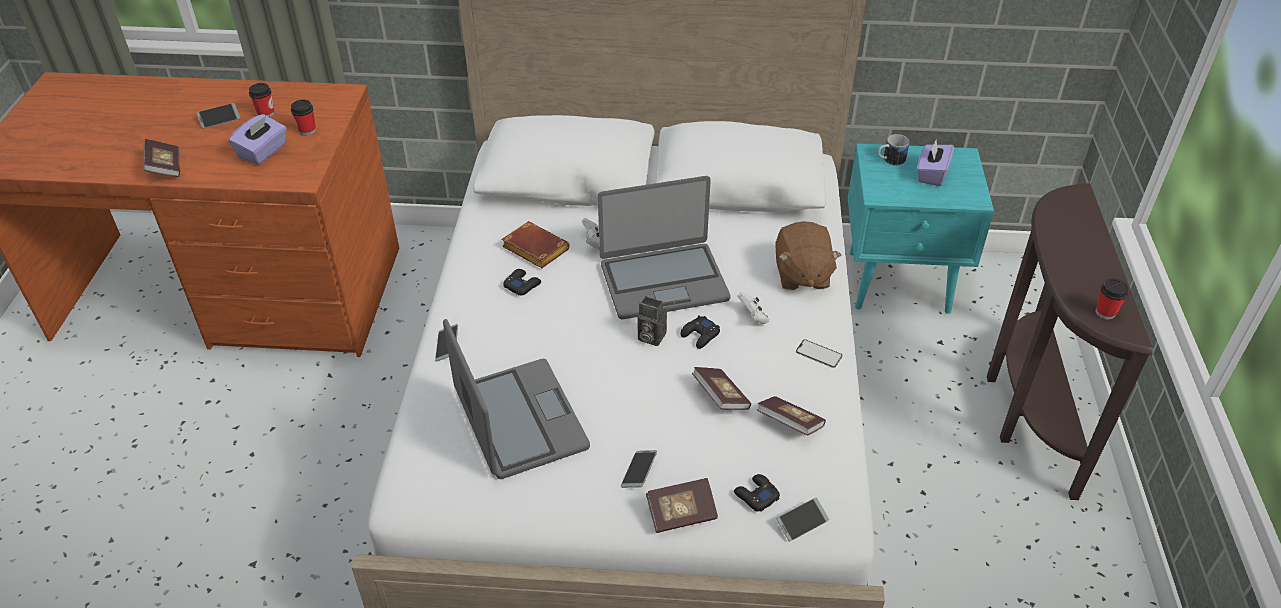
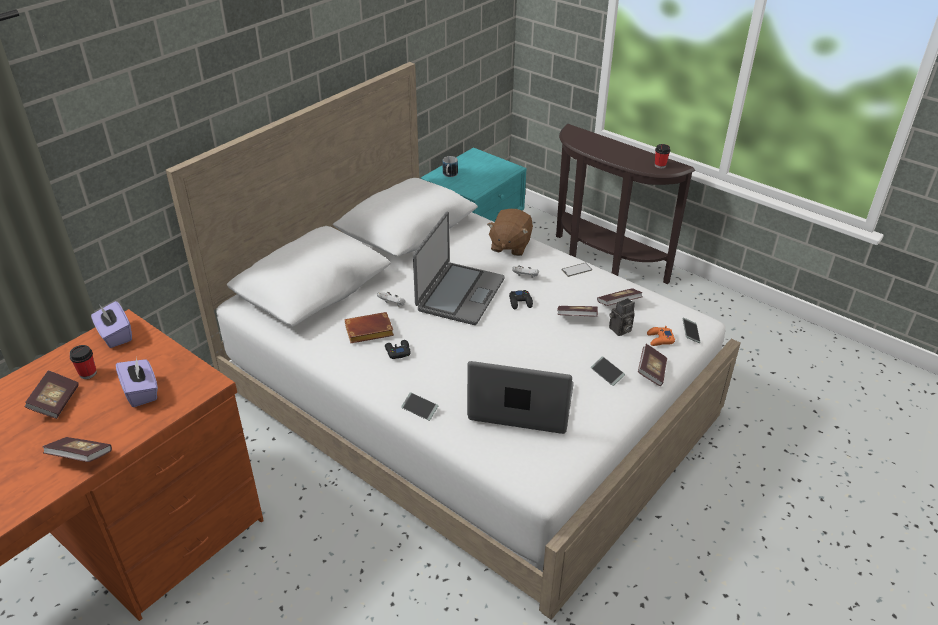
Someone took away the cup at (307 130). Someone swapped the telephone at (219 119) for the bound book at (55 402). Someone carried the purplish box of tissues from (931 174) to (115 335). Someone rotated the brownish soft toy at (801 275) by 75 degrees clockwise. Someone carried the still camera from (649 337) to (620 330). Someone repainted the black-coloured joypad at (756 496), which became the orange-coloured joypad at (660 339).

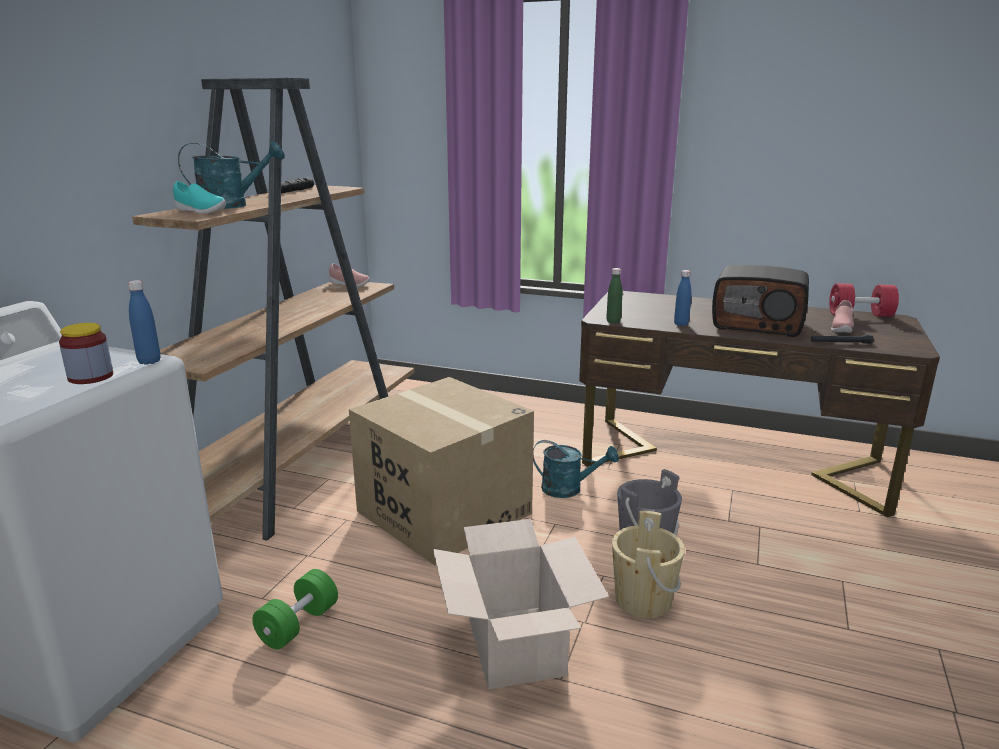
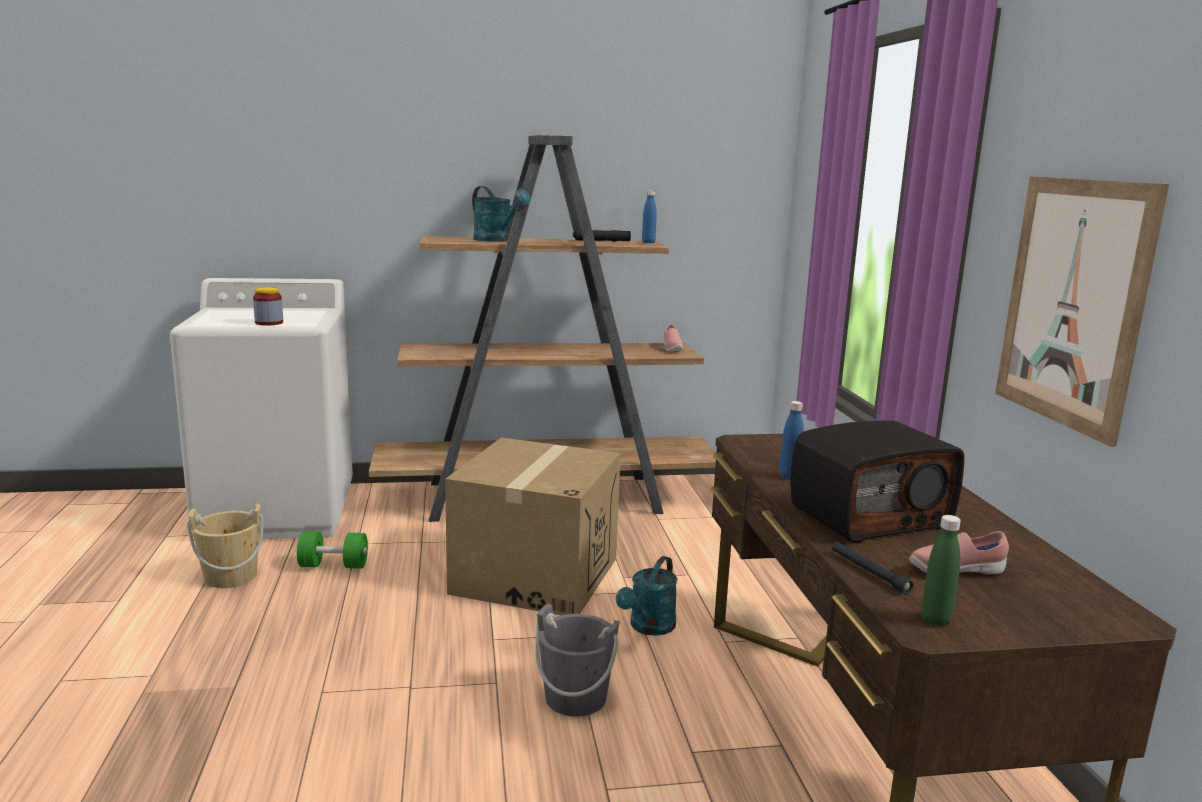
Someone took away the turquoise-coloured shoe at (199 211). Someone rotated the radio set at (758 324) by 105 degrees counterclockwise. Someone carried the green-coloured bottle from (613 321) to (935 620). Someone carried the blue-coloured bottle from (149 361) to (648 242). Someone took away the red-coloured dumbbell at (860 315). Someone rotated the turquoise-coloured watering pot at (569 489) by 45 degrees clockwise. Someone carried the beige bucket from (643 600) to (230 576). Someone took away the cardboard box at (514 646). Someone put up the wall art at (1073 303).

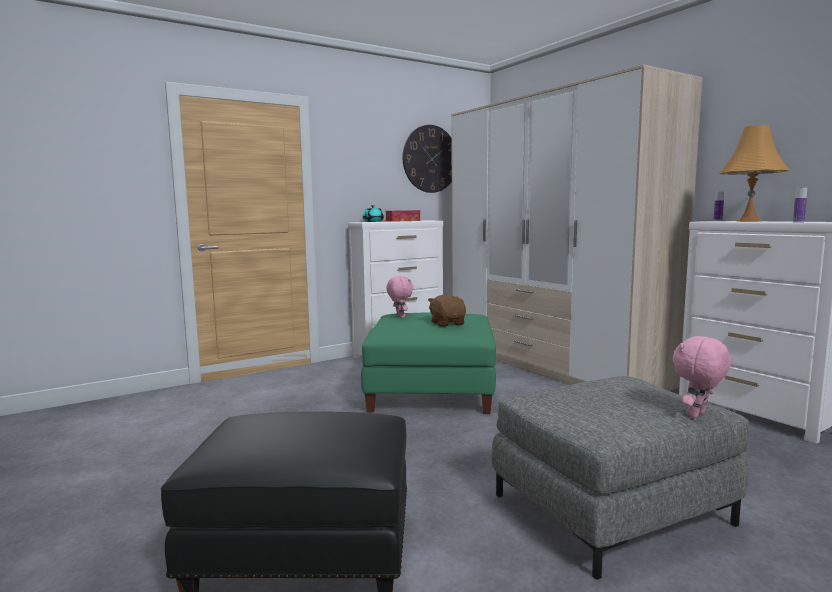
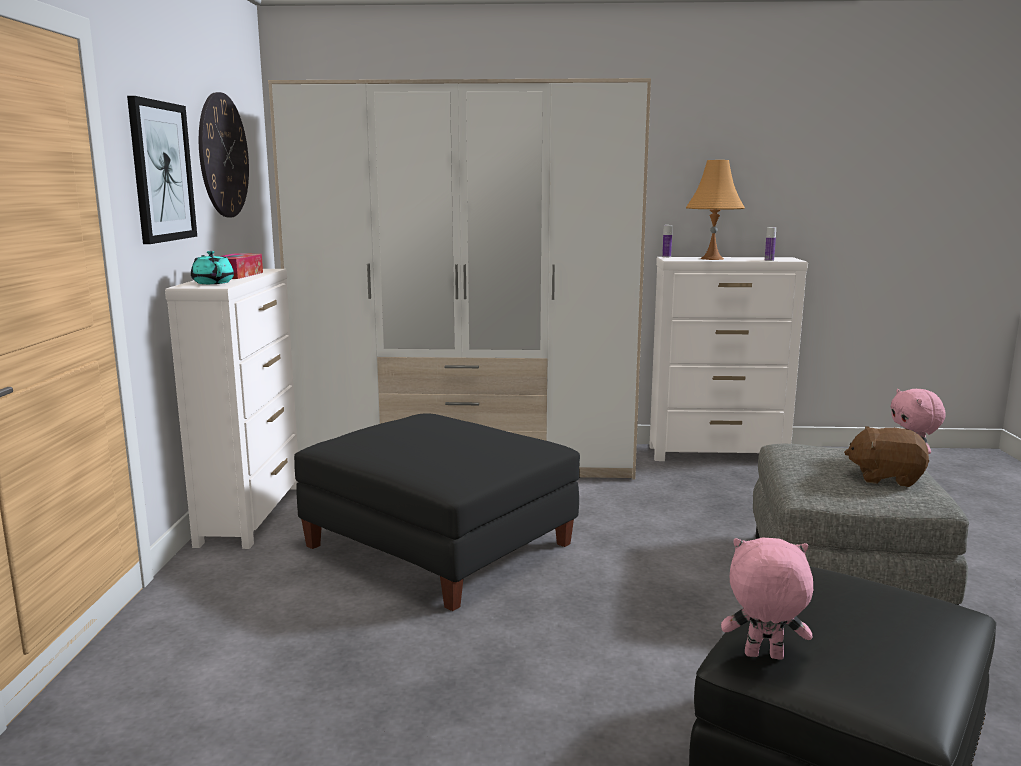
Someone carried the pink soft toy from (400 317) to (763 657). Someone carried the brownish soft toy from (447 324) to (885 478). Someone repainted the green-coloured pouffe at (431 389), which became the black-coloured pouffe at (438 545). Someone put up the wall art at (161 172).

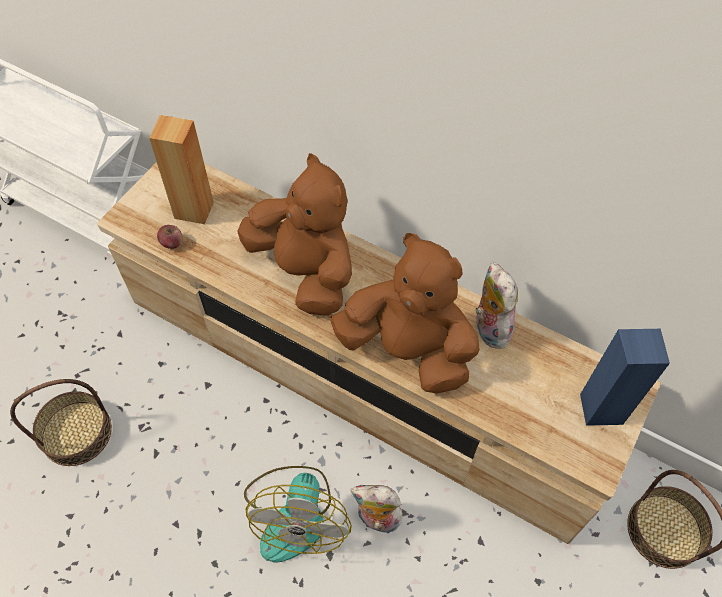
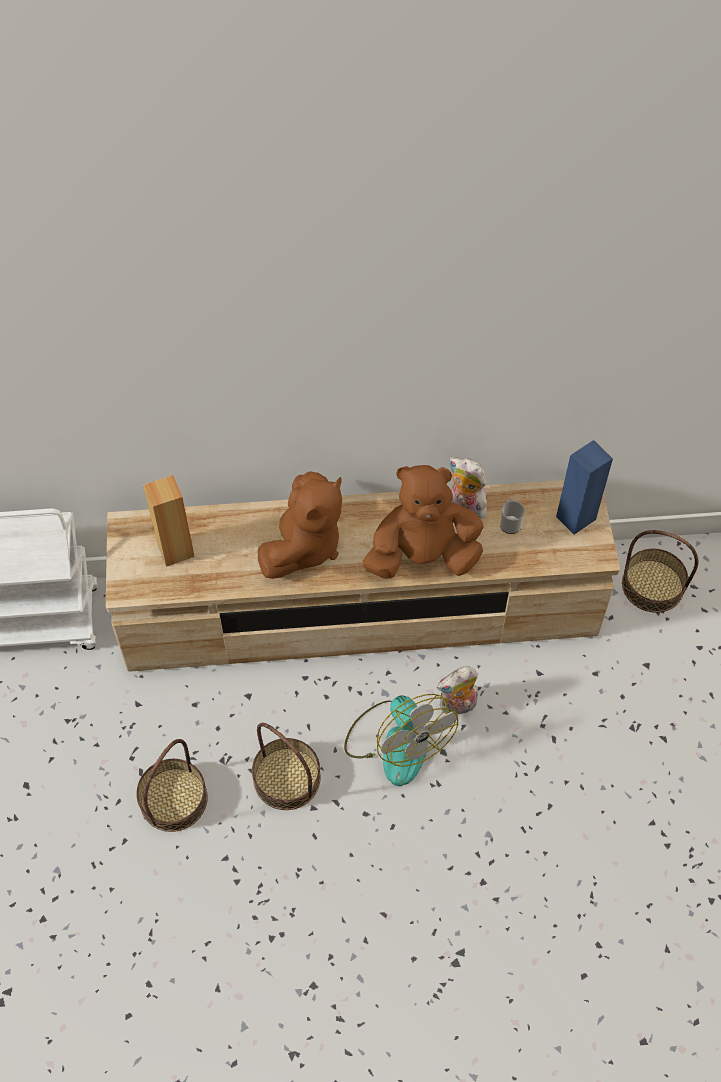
Someone rotated the brownish soft toy at (305 271) by 105 degrees clockwise. Someone took away the apple at (172 243). Someone put down the coffee mug at (510 523). Someone put down the household basket at (287 778).

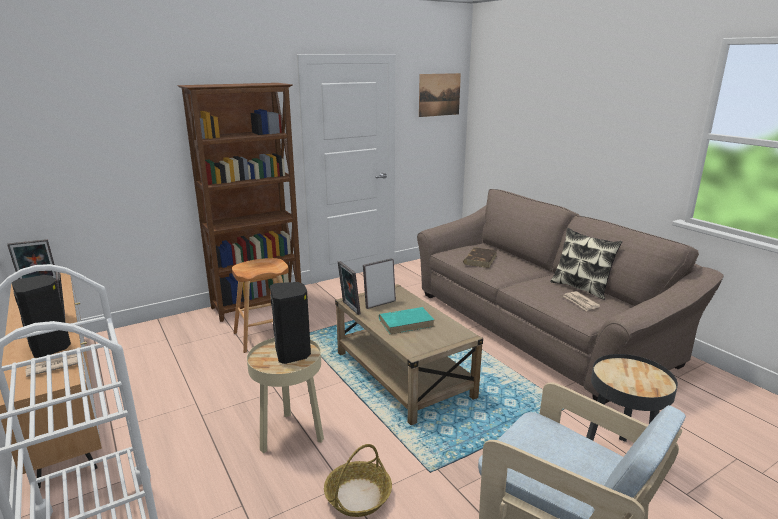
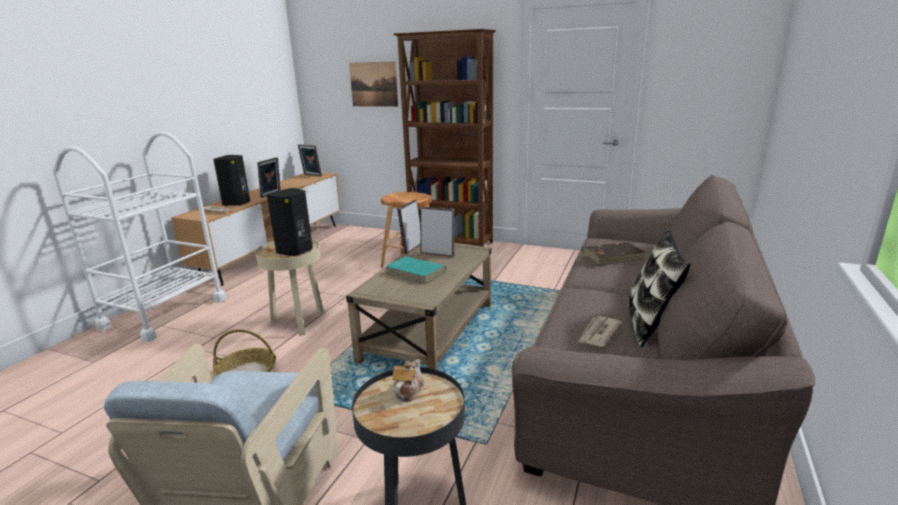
Someone carried the wall art from (439 94) to (374 84). Someone put down the pot for tea at (408 391).

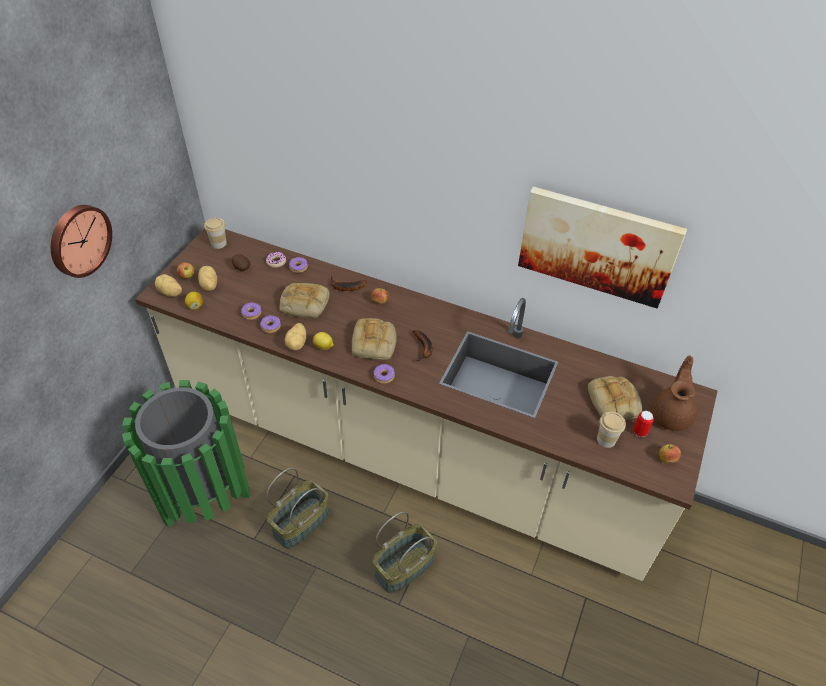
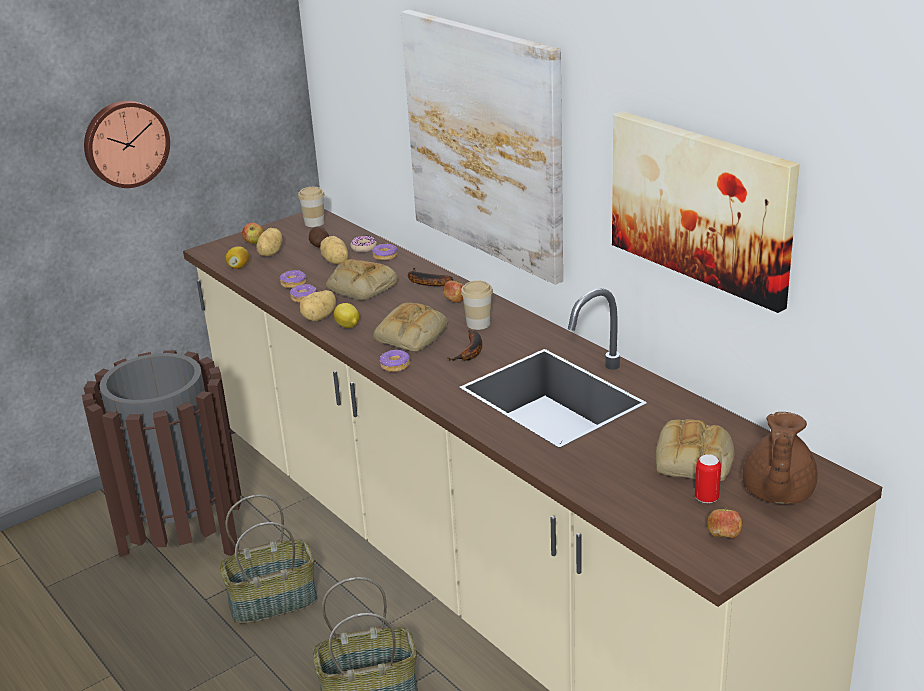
Someone carried the potato from (170 293) to (335 262). Someone rotated the brownish pot for tea at (671 414) by 150 degrees clockwise. Someone repainted the green-coloured waste bin at (204 494), which became the brownish waste bin at (183 537). Someone carried the cup from (606 439) to (478 324). Someone put up the wall art at (484 142).

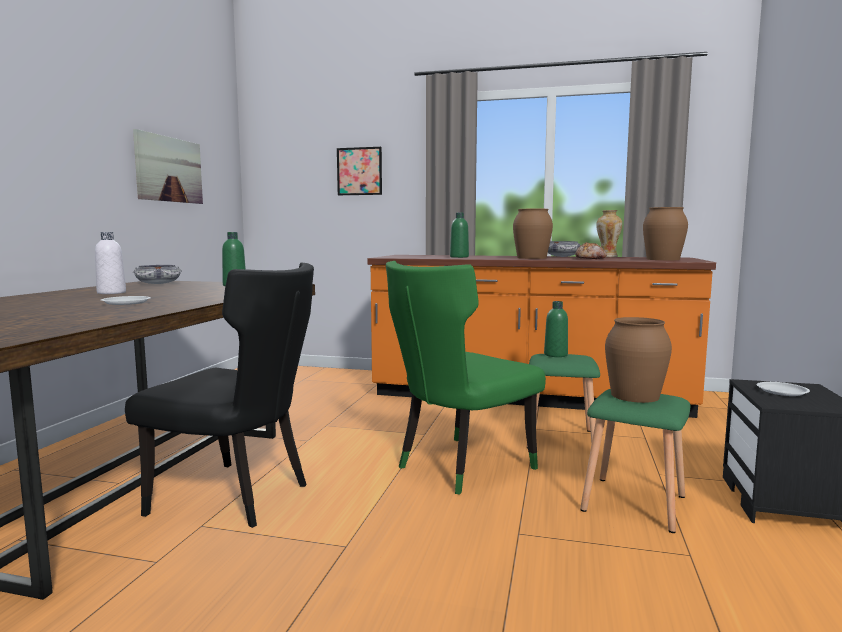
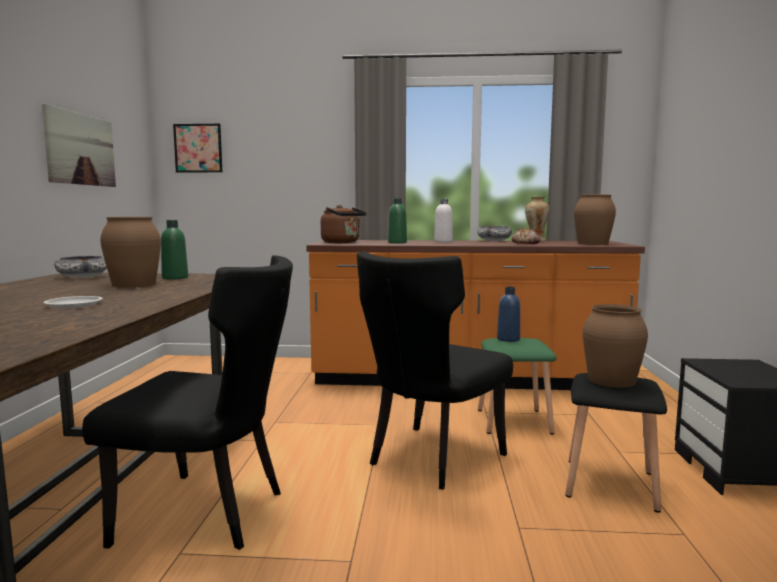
Someone carried the wall art from (359 171) to (198 148). Someone carried the brownish decorative vase from (531 258) to (133 284). Someone carried the white bottle from (111 292) to (443 241). Someone repainted the green-coloured upright chair at (459 467), which became the black-coloured upright chair at (430 459). Someone repainted the green-coloured bottle at (555 355), which became the blue-coloured bottle at (508 339). Someone took away the white plate at (781 392). Someone repainted the green-coloured sitting stool at (633 502), which became the black-coloured sitting stool at (609 483). Someone put down the brownish water kettle at (342 243).

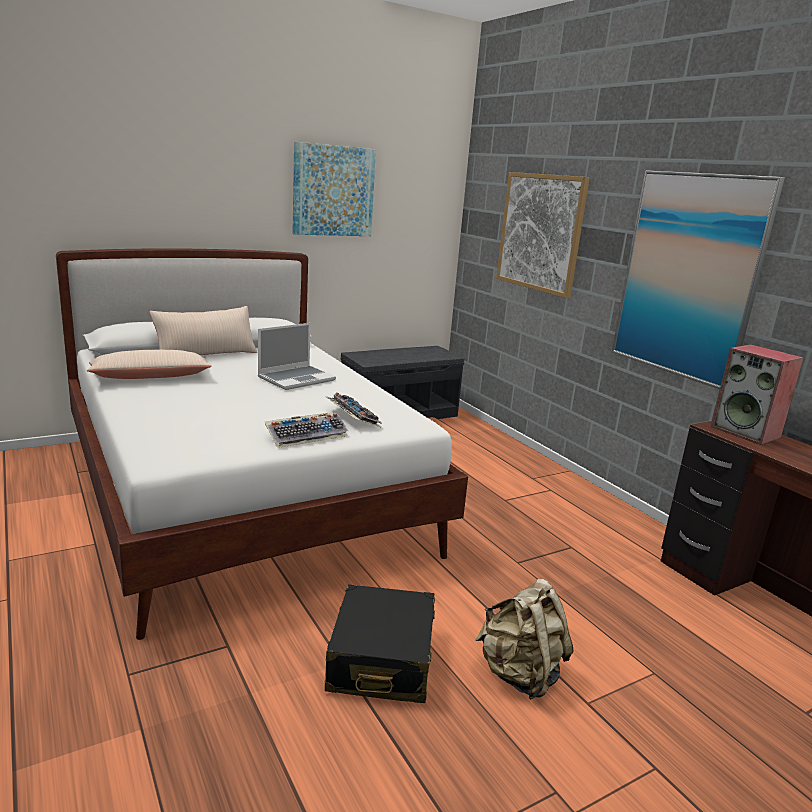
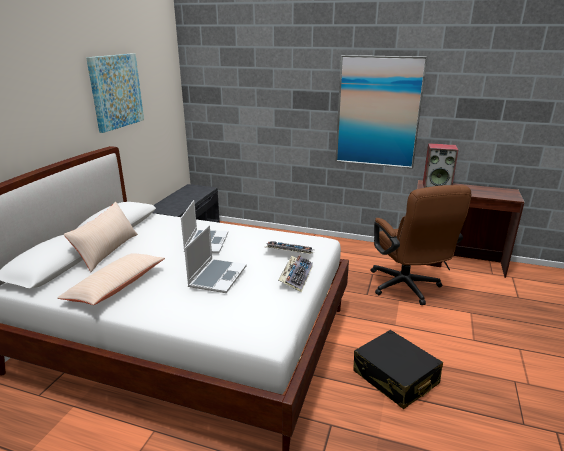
Someone took away the wall art at (540 232). Someone took away the beige rucksack at (519 674). Someone put down the brownish desk chair at (407 288). Someone put down the laptop at (217 276).

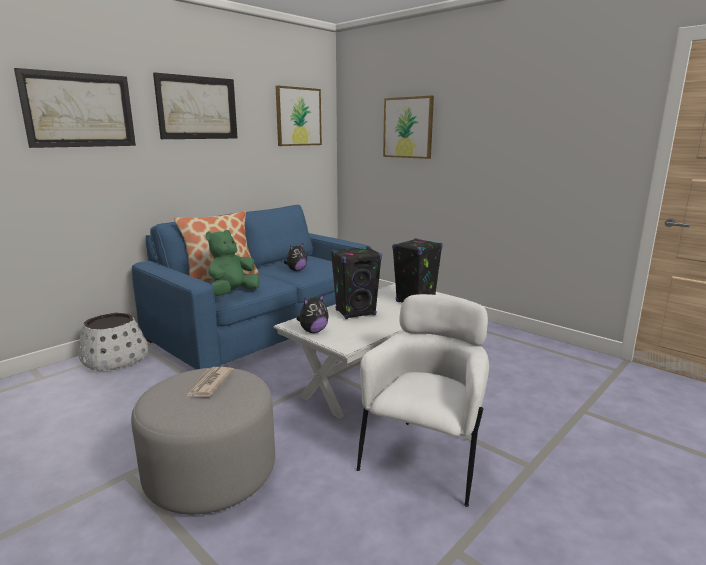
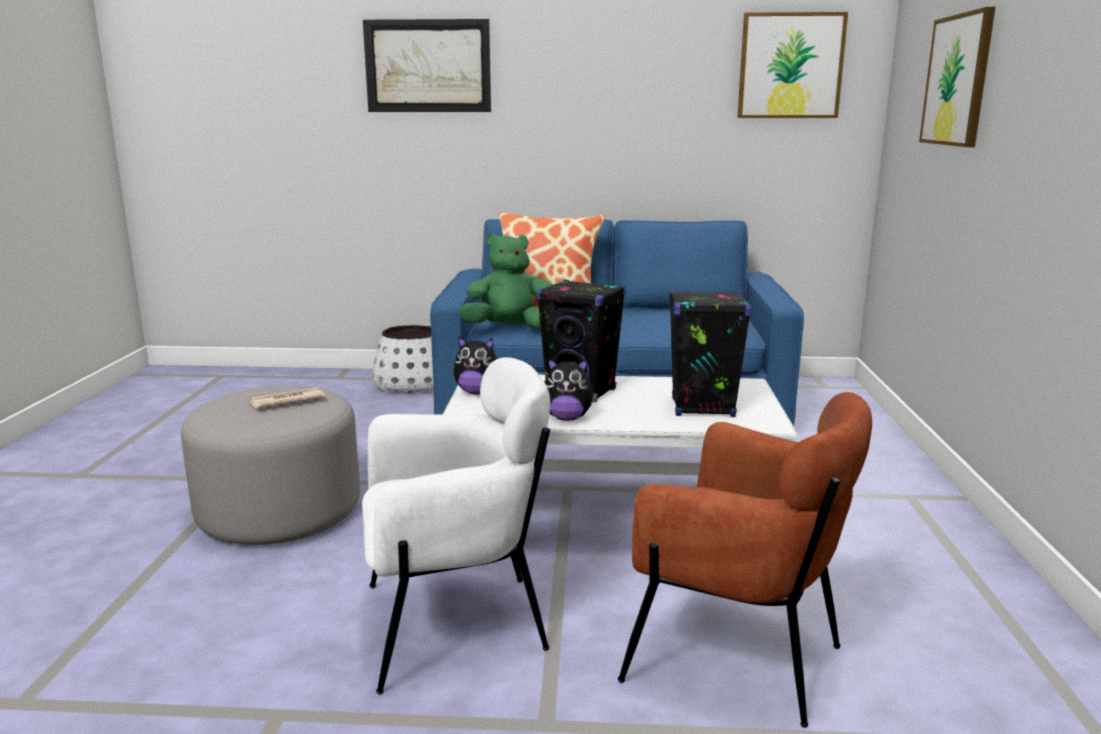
Someone took away the wall art at (197 108). Someone carried the soft toy from (296 270) to (567 418). Someone put down the brownish armchair at (736 656).

